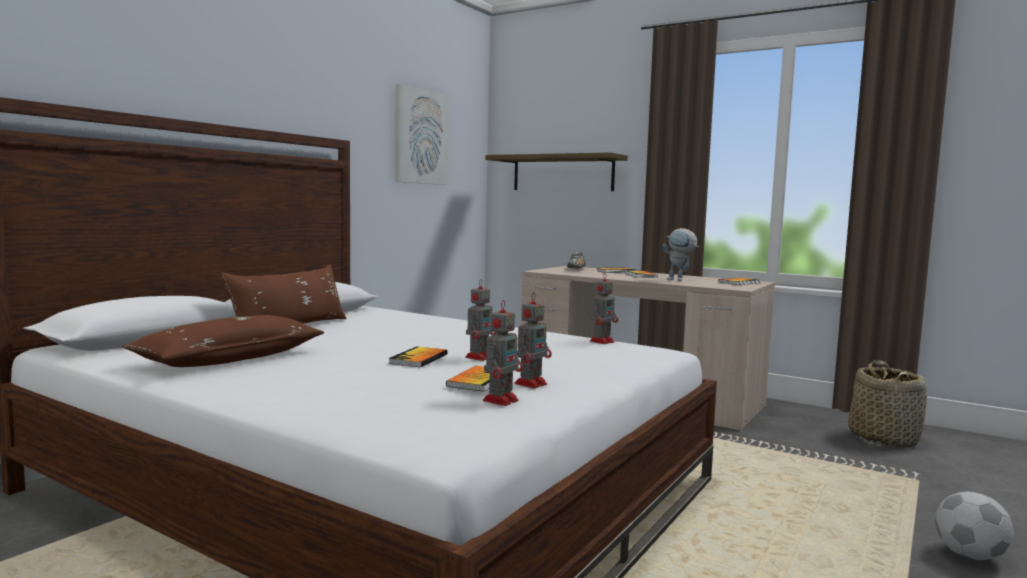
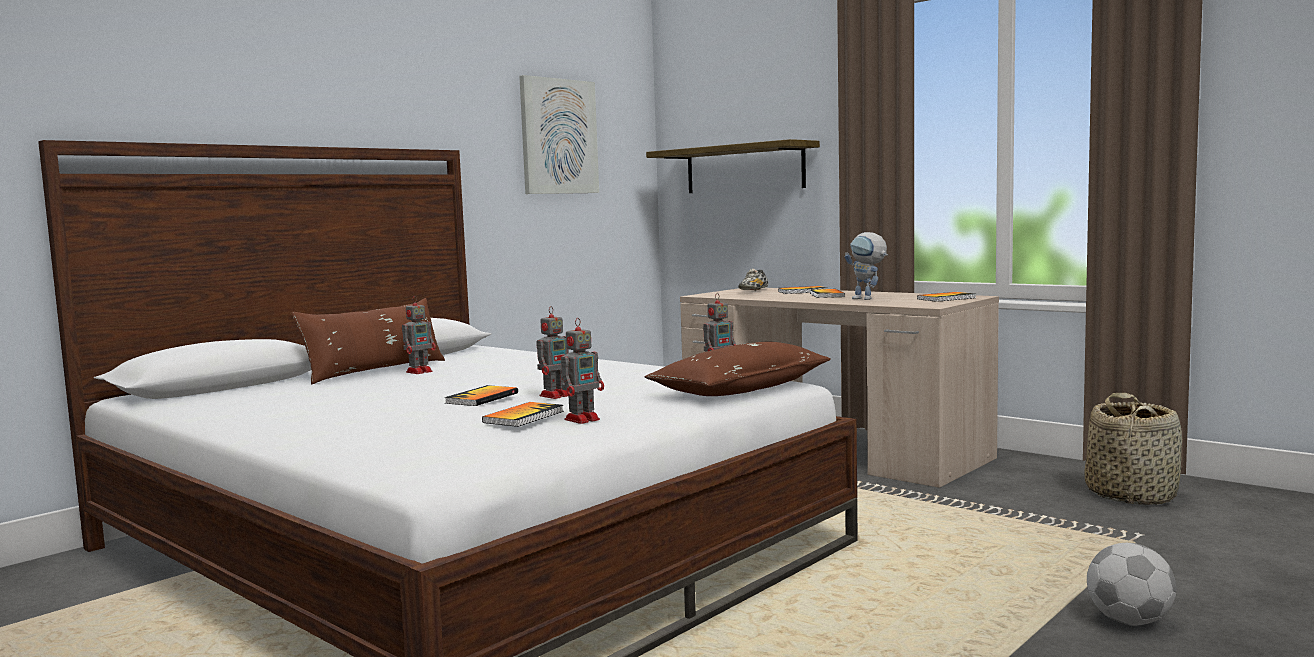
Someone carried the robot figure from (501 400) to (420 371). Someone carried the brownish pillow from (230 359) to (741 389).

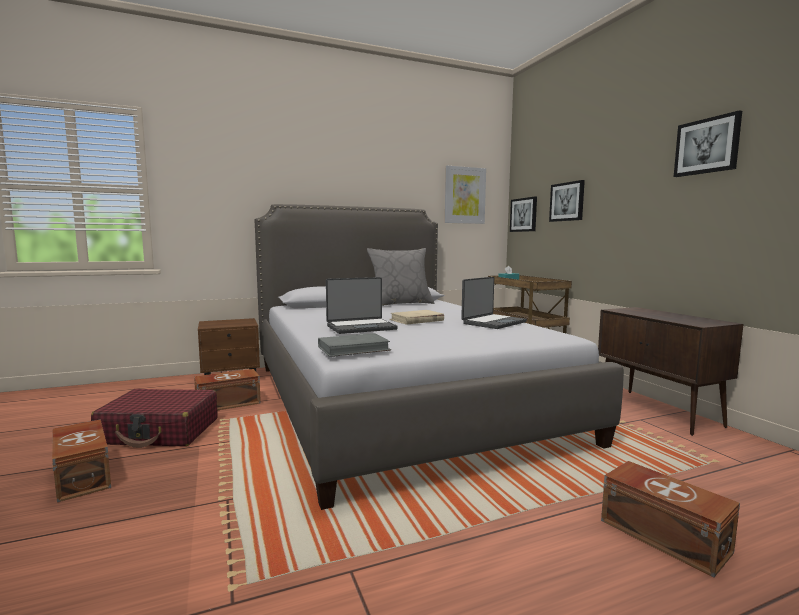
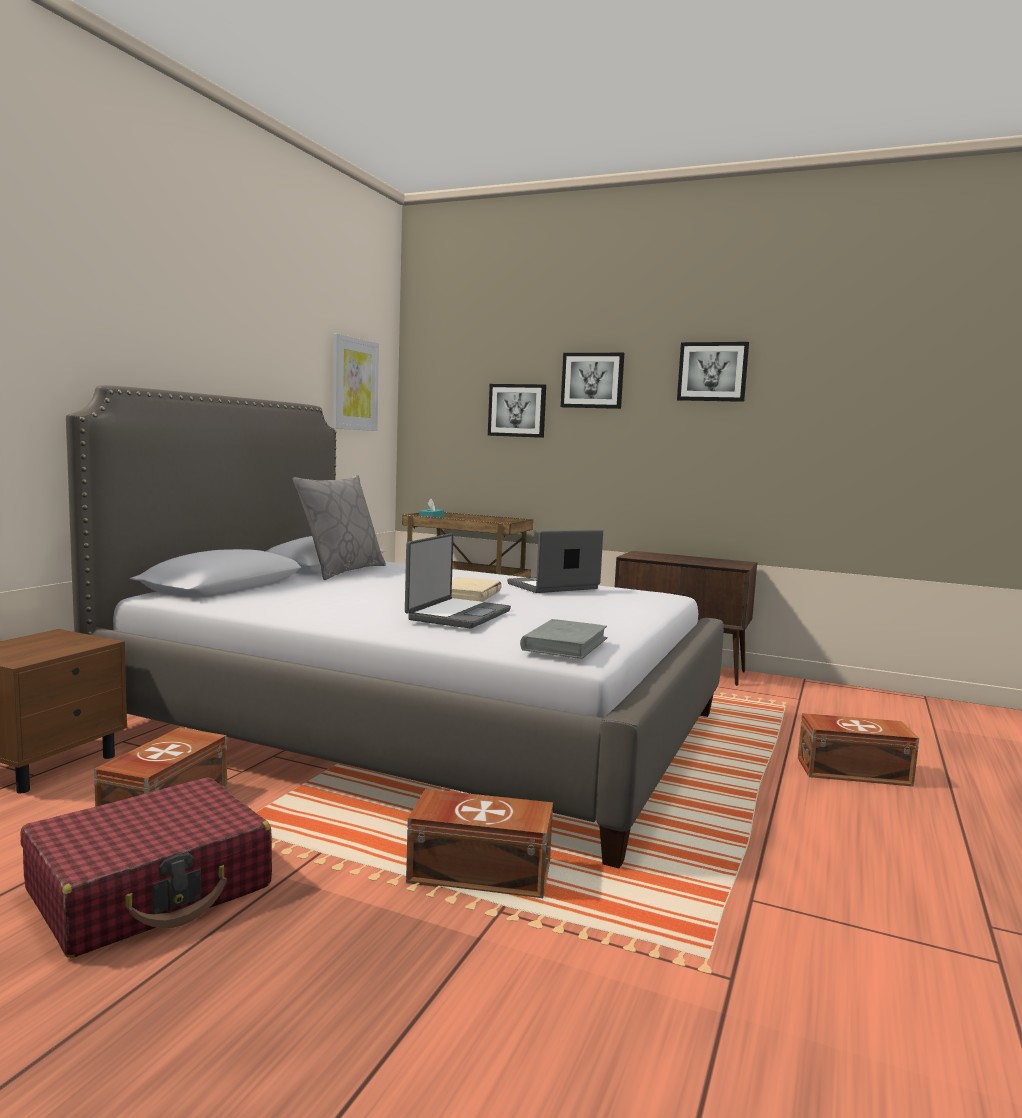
Someone carried the wall art from (524 215) to (592 380). Someone rotated the laptop at (493 322) by 120 degrees counterclockwise. Someone carried the brownish storage box from (84 475) to (478 871).

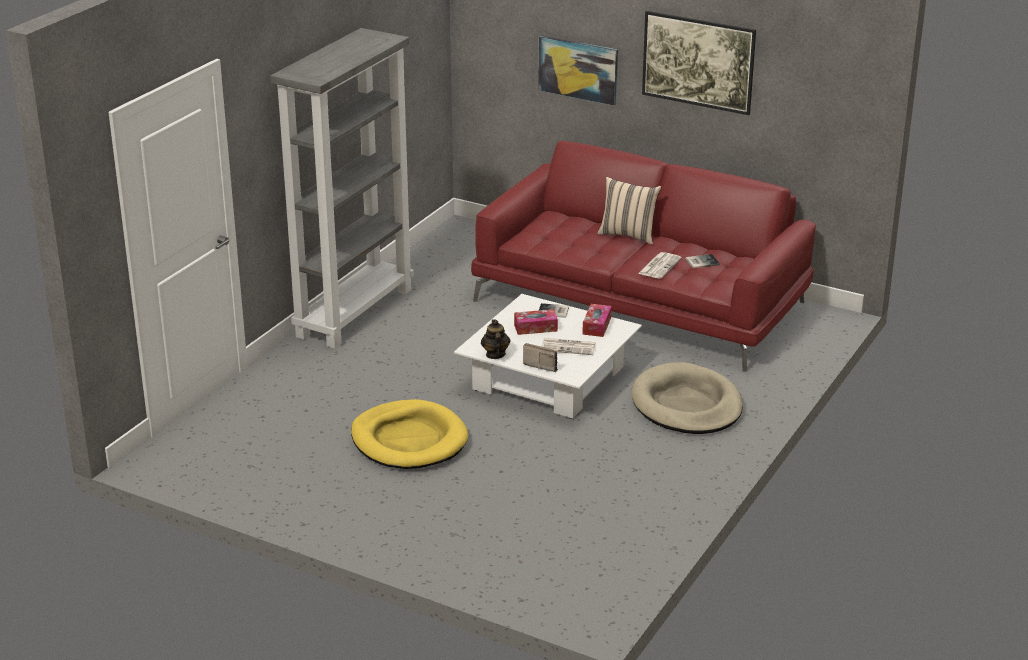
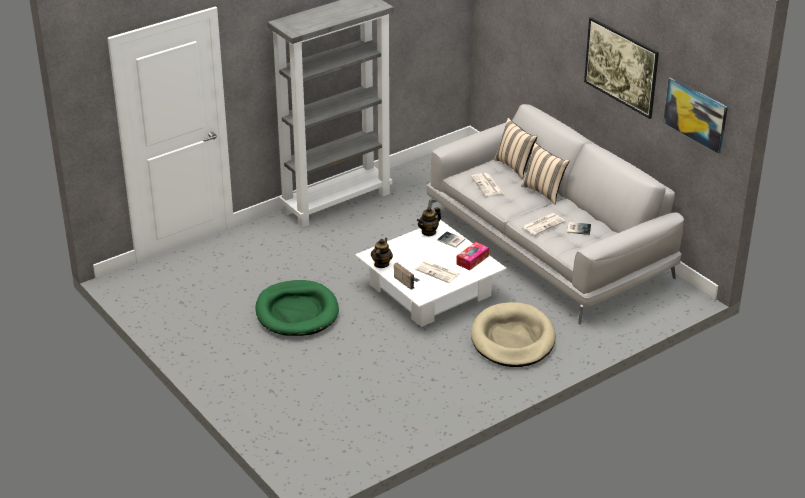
Someone carried the wall art from (578 69) to (696 114). Someone repainted the red-coloured sofa at (641 302), which became the grey sofa at (548 246). Someone took away the box of tissues at (535 328). Someone repainted the yellowish dog bed at (409 440), which became the green-coloured dog bed at (297 312). Someone put down the beige pillow at (514 166). Someone put down the daily paper at (487 185). Someone put down the pot for tea at (429 232).

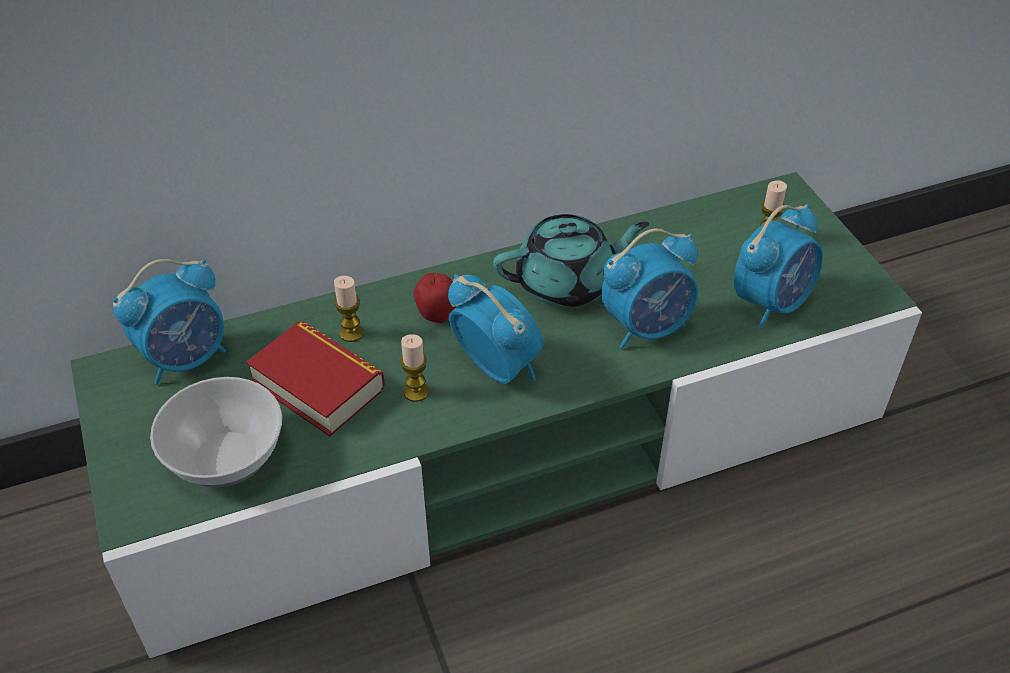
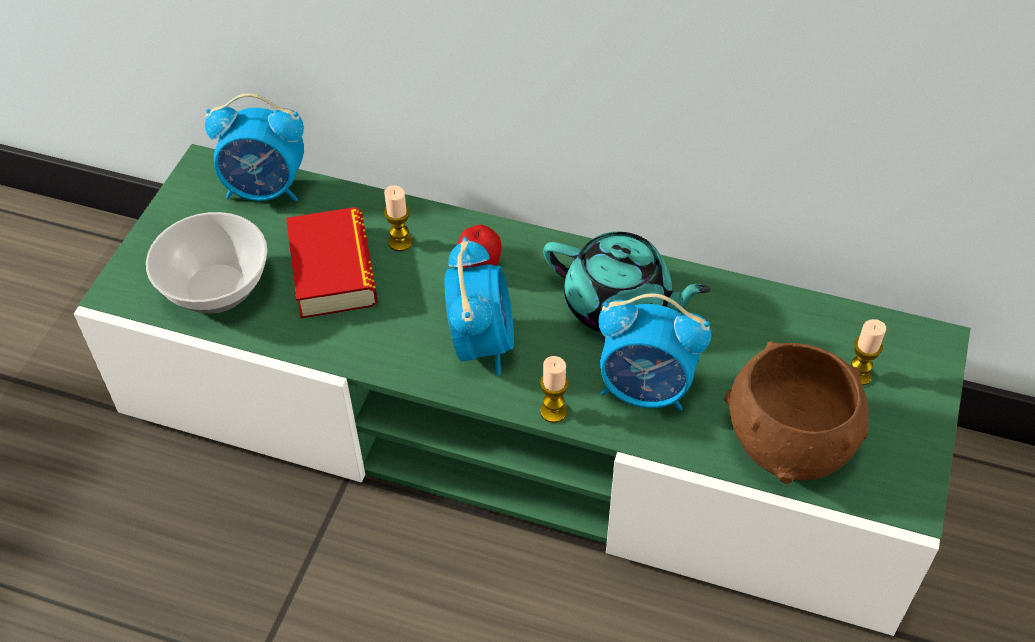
Someone swapped the alarm clock at (771 302) for the brownish serving bowl at (789 441). Someone carried the candle from (416 392) to (553 411).

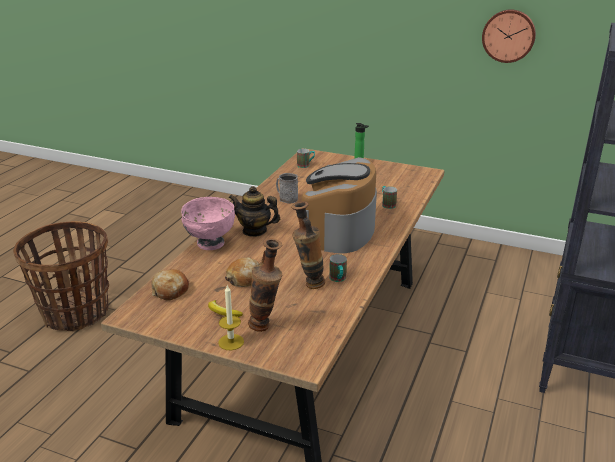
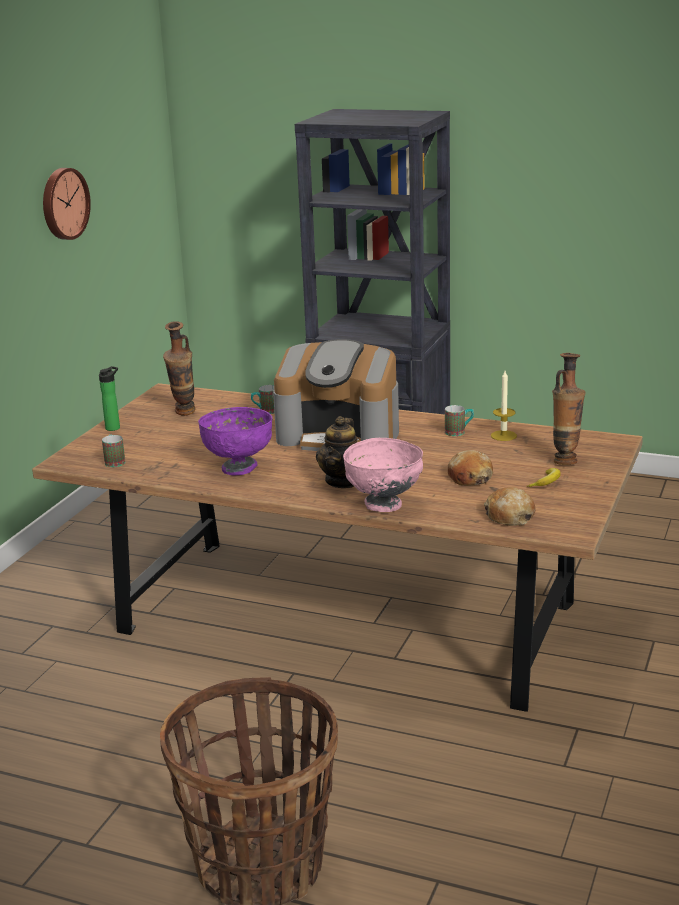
Someone swapped the grey coffee mug at (286 198) for the purplish serving bowl at (239 468). Someone carried the decorative vase from (308 284) to (184 414). Someone carried the candle from (231 342) to (503 435).

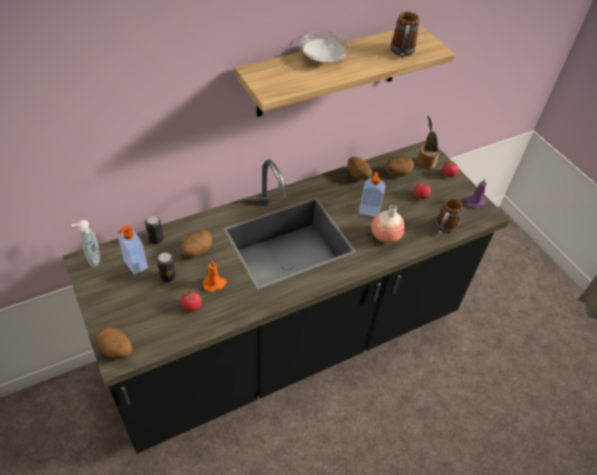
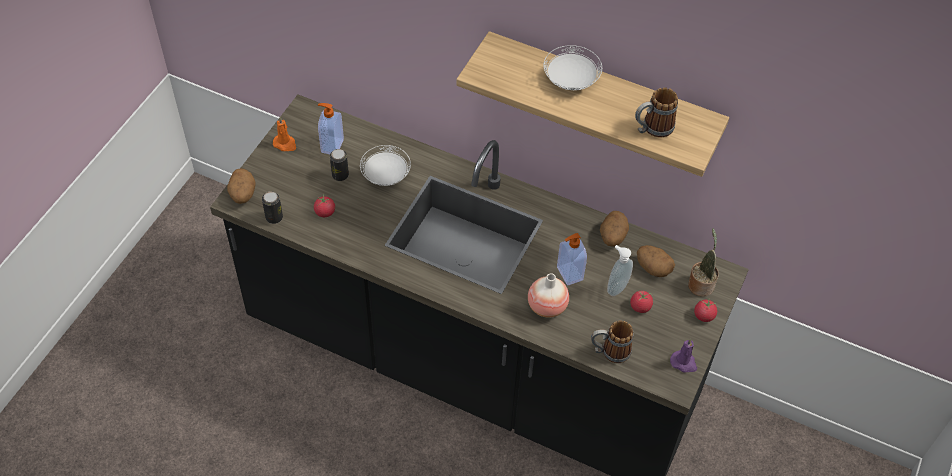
Someone carried the can from (156 239) to (274 217). Someone carried the soap dispenser from (93 259) to (616 287). Someone swapped the potato at (197 251) for the white plate at (385 175). Someone carried the orange-coloured candle from (215 284) to (285 144).

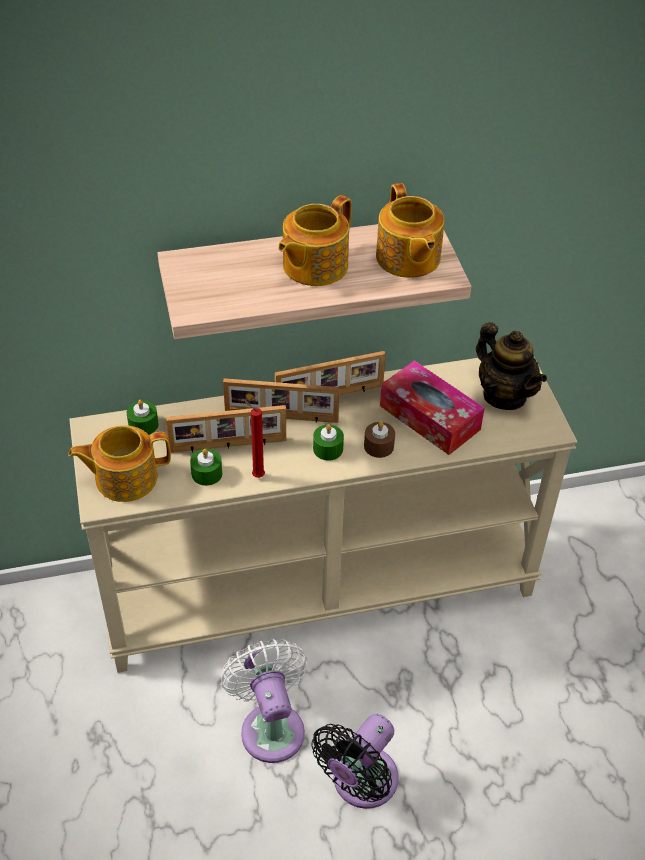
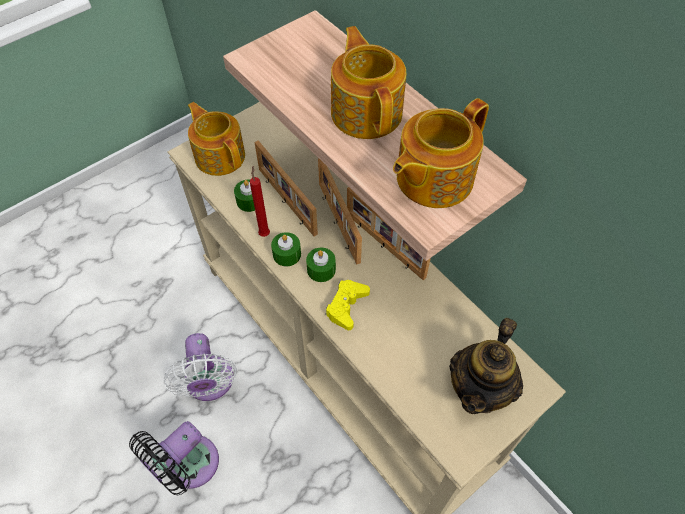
Someone rotated the pot for tea at (313 266) by 60 degrees clockwise. Someone took away the box of tissues at (429 417). Someone carried the green-coloured candle from (143 425) to (287 254). Someone swapped the brownish candle at (378 446) for the yellowish joypad at (346 306). Someone rotated the white cooling fan at (271 726) by 120 degrees clockwise. Someone rotated the black-coloured cooling fan at (360 783) by 60 degrees counterclockwise.

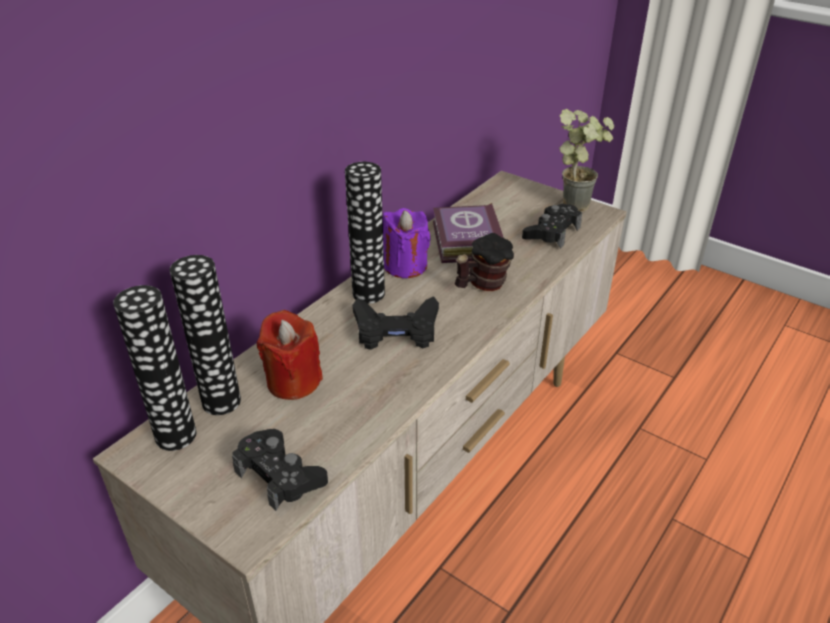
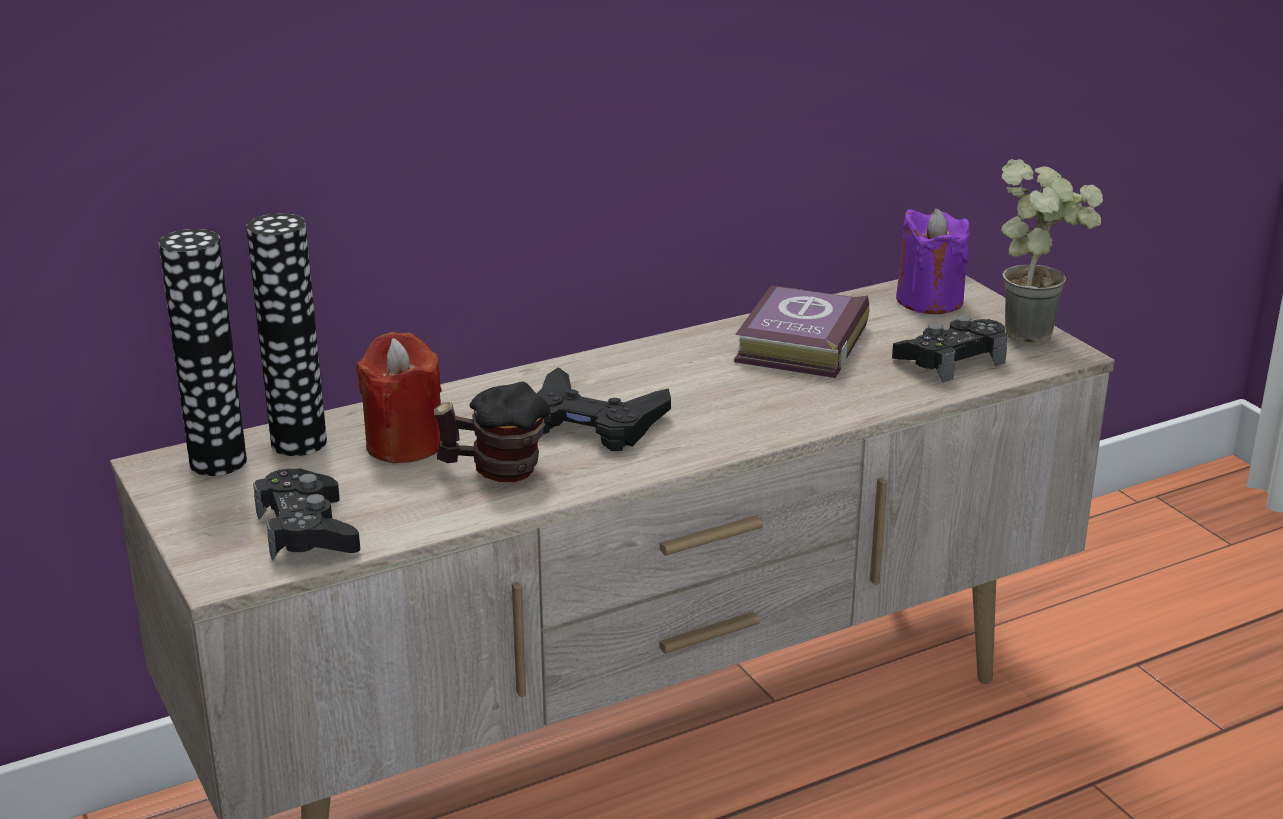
Someone took away the decorative vase at (368 294). Someone carried the purplish candle from (405 266) to (929 300). Someone carried the coffee mug from (482 285) to (494 471).

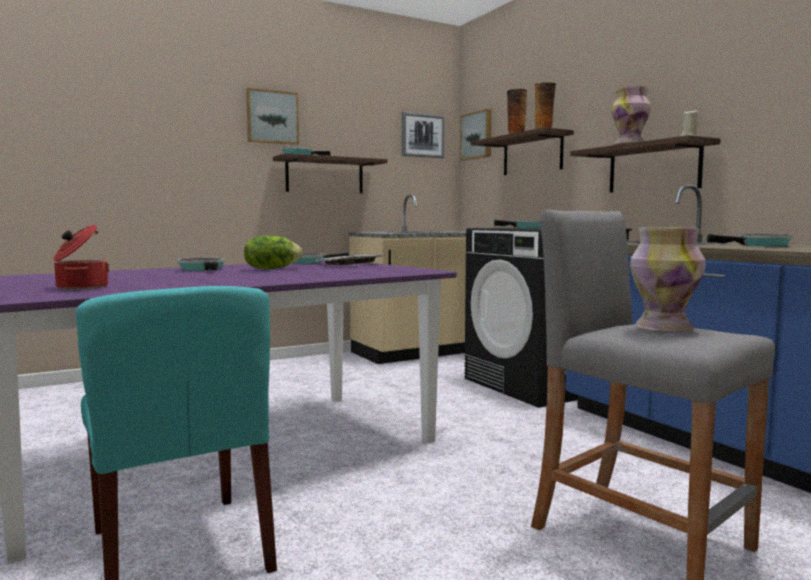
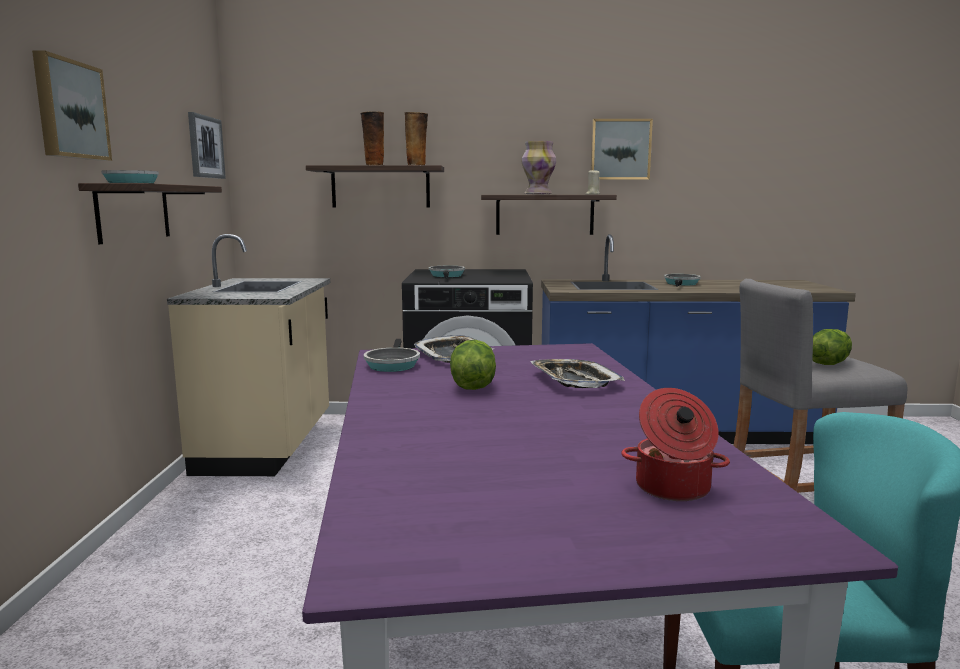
Someone carried the wall art from (477 135) to (620 149). Someone swapped the decorative vase at (662 328) for the lettuce at (828 363). Someone took away the frying pan at (203 269). Someone put down the tray at (574 380).

